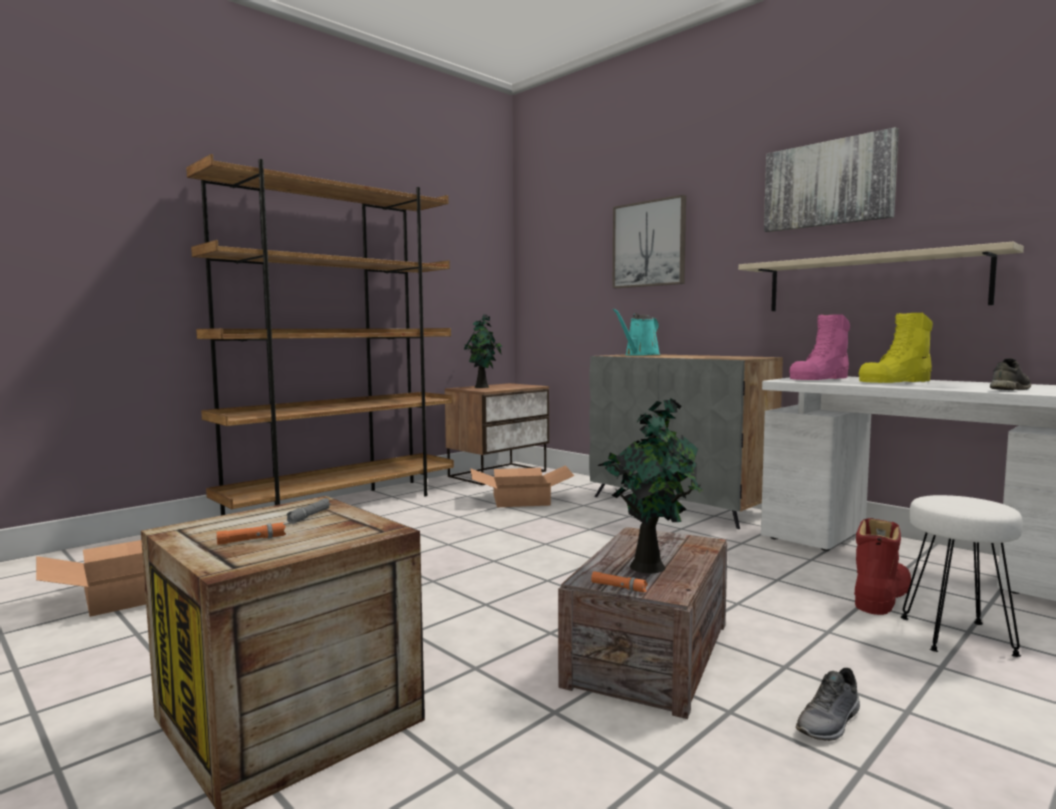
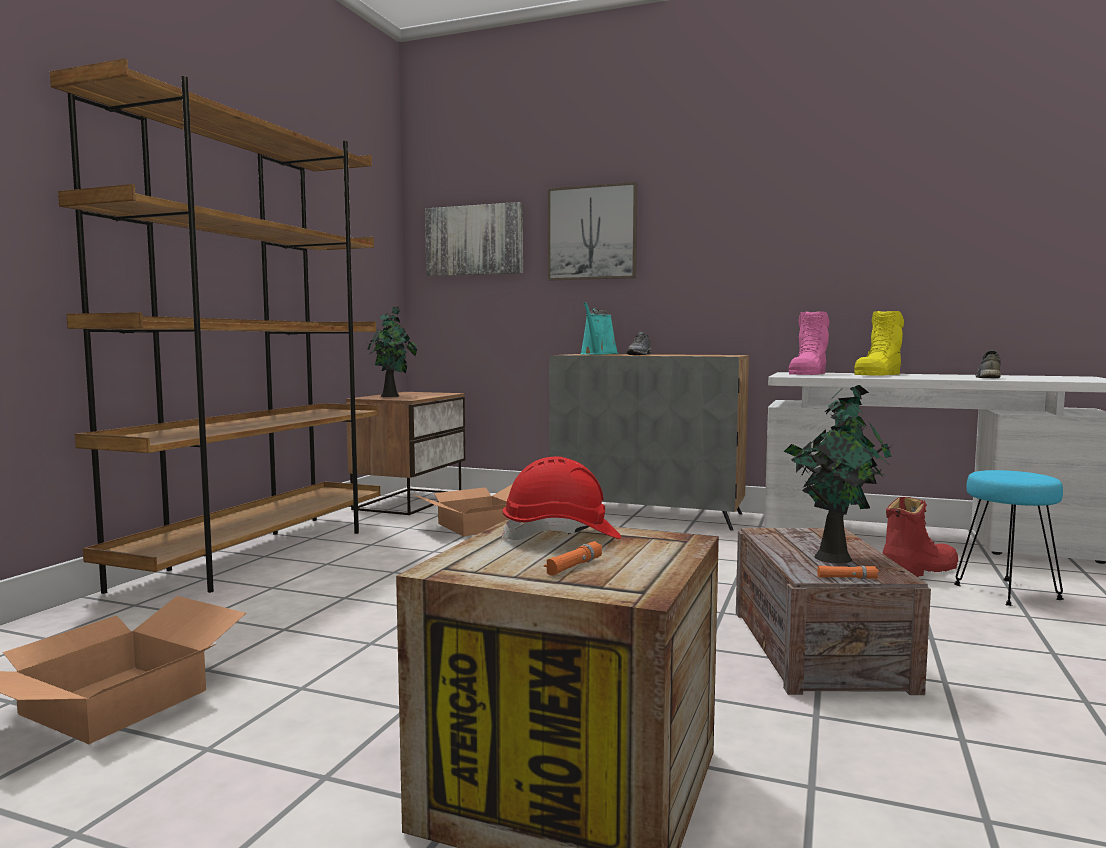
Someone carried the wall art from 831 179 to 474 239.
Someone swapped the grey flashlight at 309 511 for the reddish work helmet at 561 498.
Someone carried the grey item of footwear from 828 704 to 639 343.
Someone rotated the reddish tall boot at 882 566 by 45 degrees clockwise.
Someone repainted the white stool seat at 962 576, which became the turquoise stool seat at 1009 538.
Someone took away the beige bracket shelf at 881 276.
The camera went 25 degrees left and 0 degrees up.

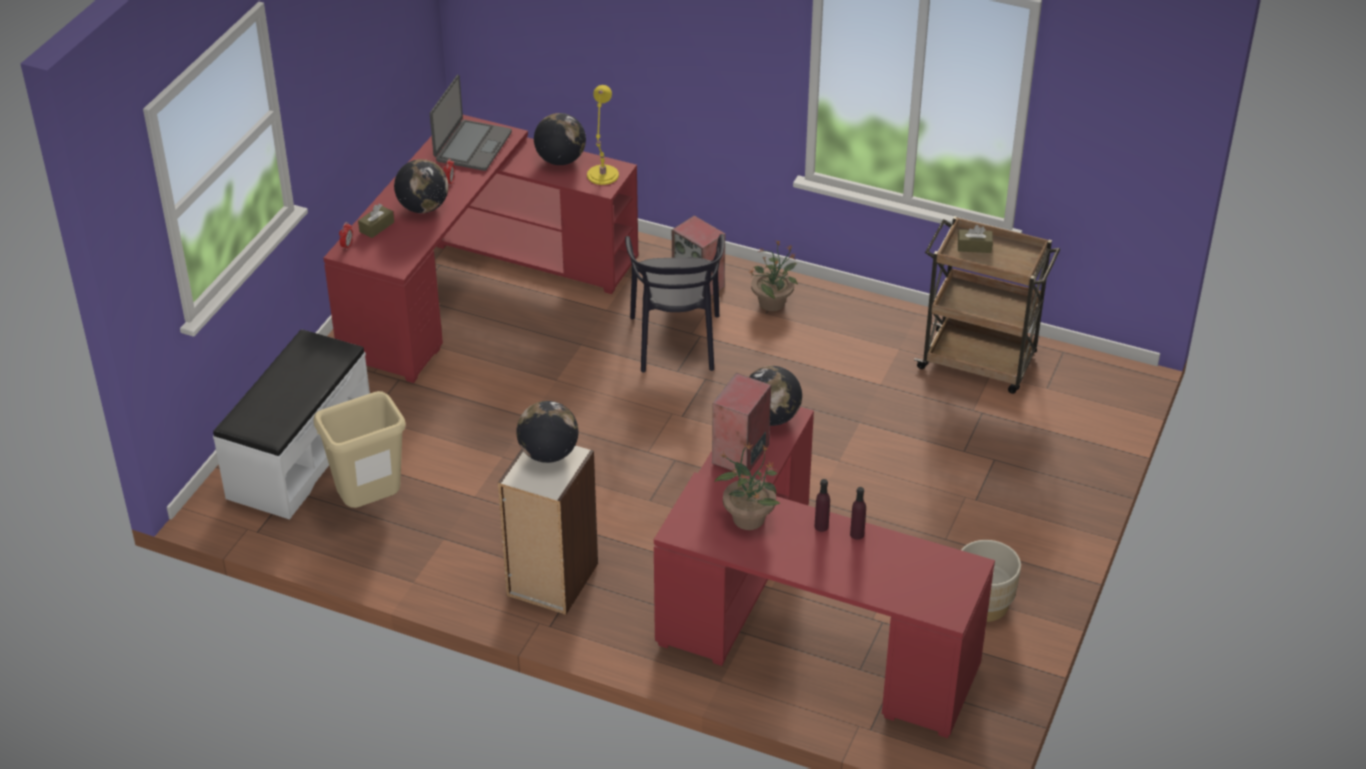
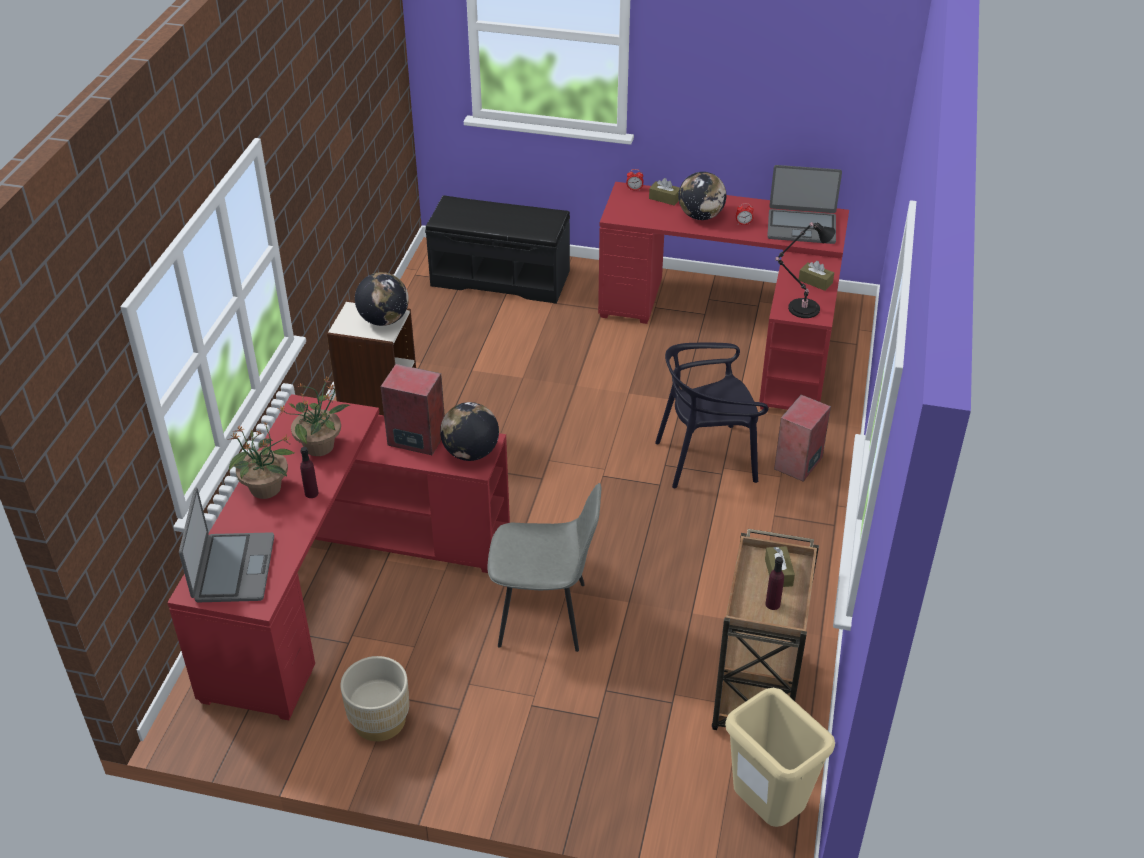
Someone put down the portable computer at 226 545.
Someone carried the houseplant from 773 275 to 260 460.
Someone repainted the white long seat at 291 424, which became the black-coloured long seat at 497 249.
Someone put down the grey chair at 544 567.
Someone carried the beige trash can from 360 449 to 780 757.
Someone carried the purple bottle from 858 513 to 775 583.
Someone repainted the yellow lamp for a table at 603 135, which became the black-coloured lamp for a table at 805 270.
Someone swapped the world globe at 560 139 for the brown tissue box at 816 276.
The camera went 80 degrees right and 0 degrees up.

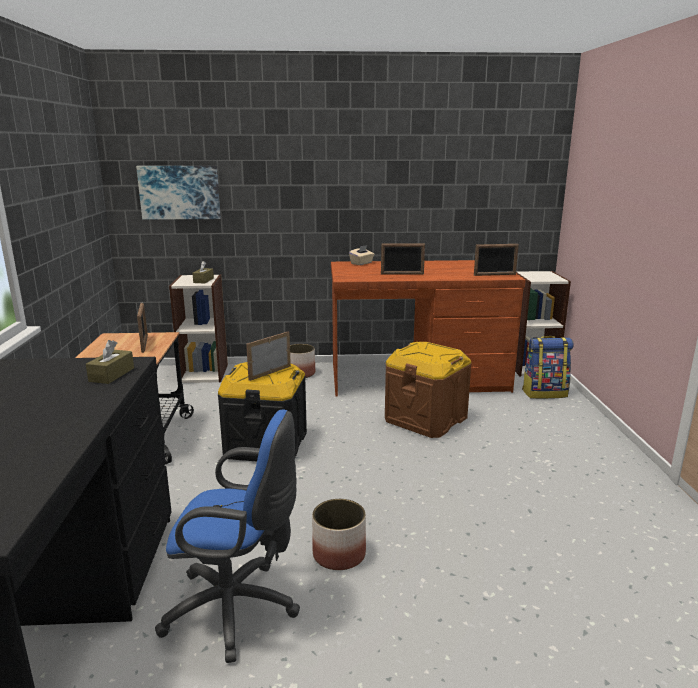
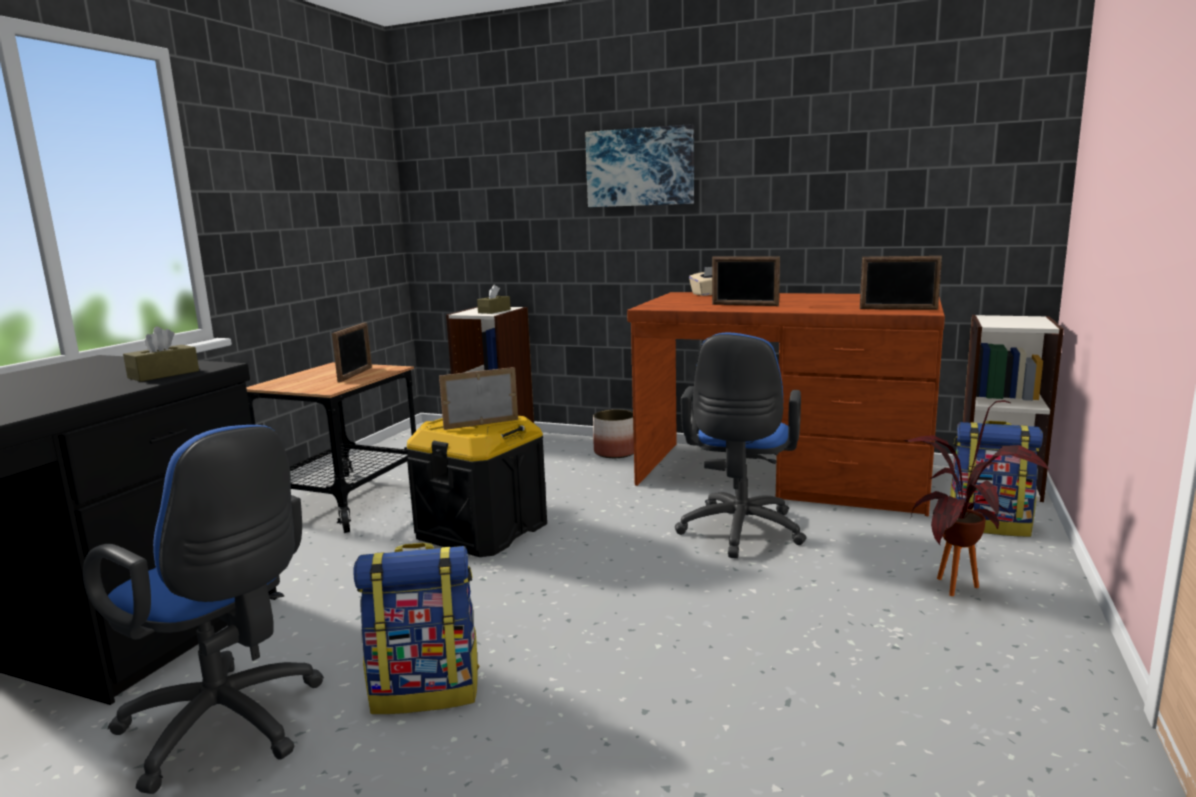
Someone swapped the planter at 339 534 for the rucksack at 416 628.
Someone carried the wall art from 178 193 to 639 165.
Someone swapped the brown storage box at 428 390 for the blue-coloured office chair at 741 445.
Someone put down the houseplant at 976 498.
The camera went 25 degrees right and 5 degrees down.

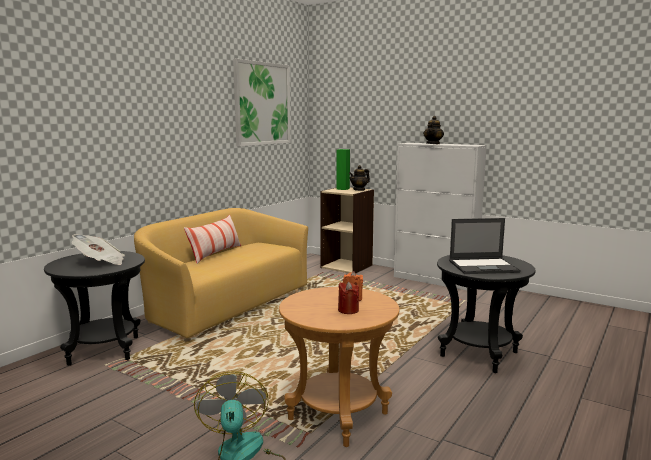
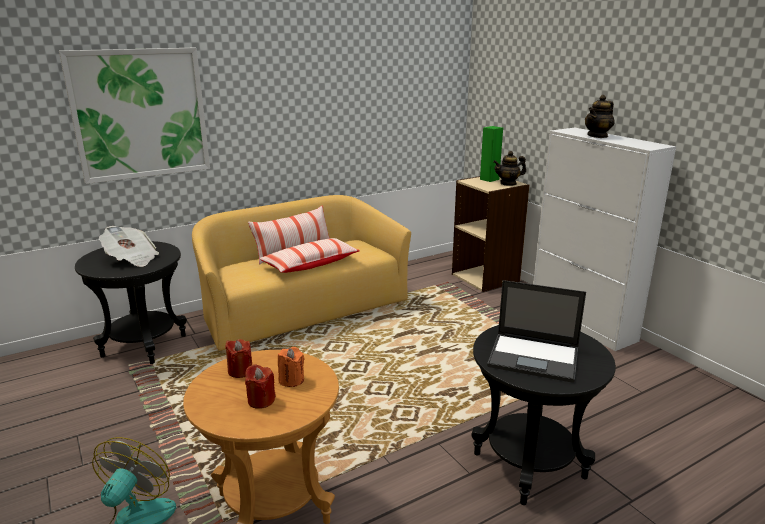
Someone carried the wall art from 262 102 to 134 116.
Someone put down the reddish wax light at 238 358.
Someone put down the throw pillow at 309 255.
The camera went 25 degrees right and 10 degrees up.

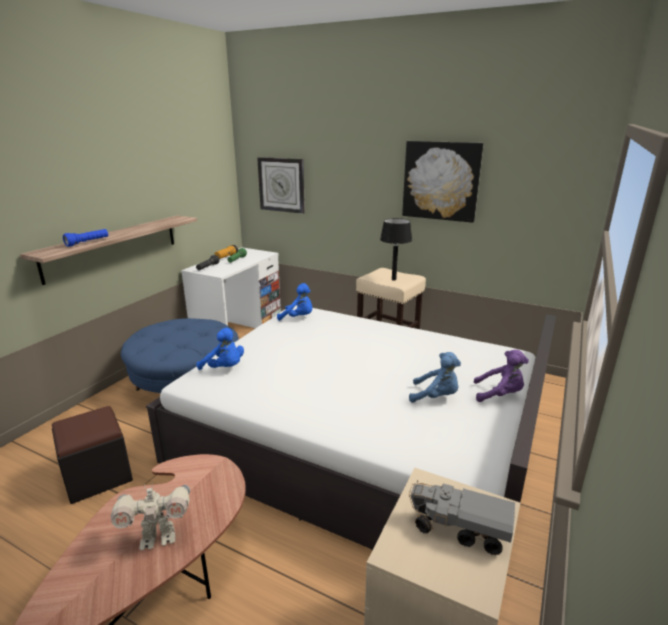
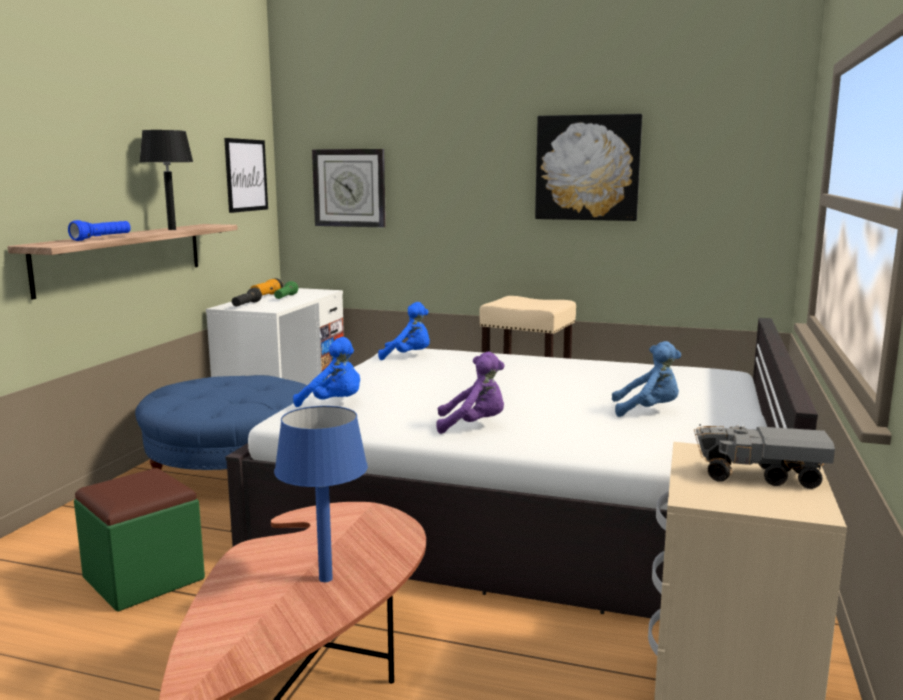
Someone repainted the black-coloured footrest at 92 455, which became the greenish footrest at 139 540.
Someone carried the black-coloured lamp for a table from 396 249 to 166 180.
Someone put up the wall art at 246 175.
Someone swapped the toy robot at 150 517 for the blue-coloured lamp for a table at 321 494.
Someone carried the purple cuddly toy from 501 376 to 470 393.
The camera went 10 degrees left and 10 degrees down.

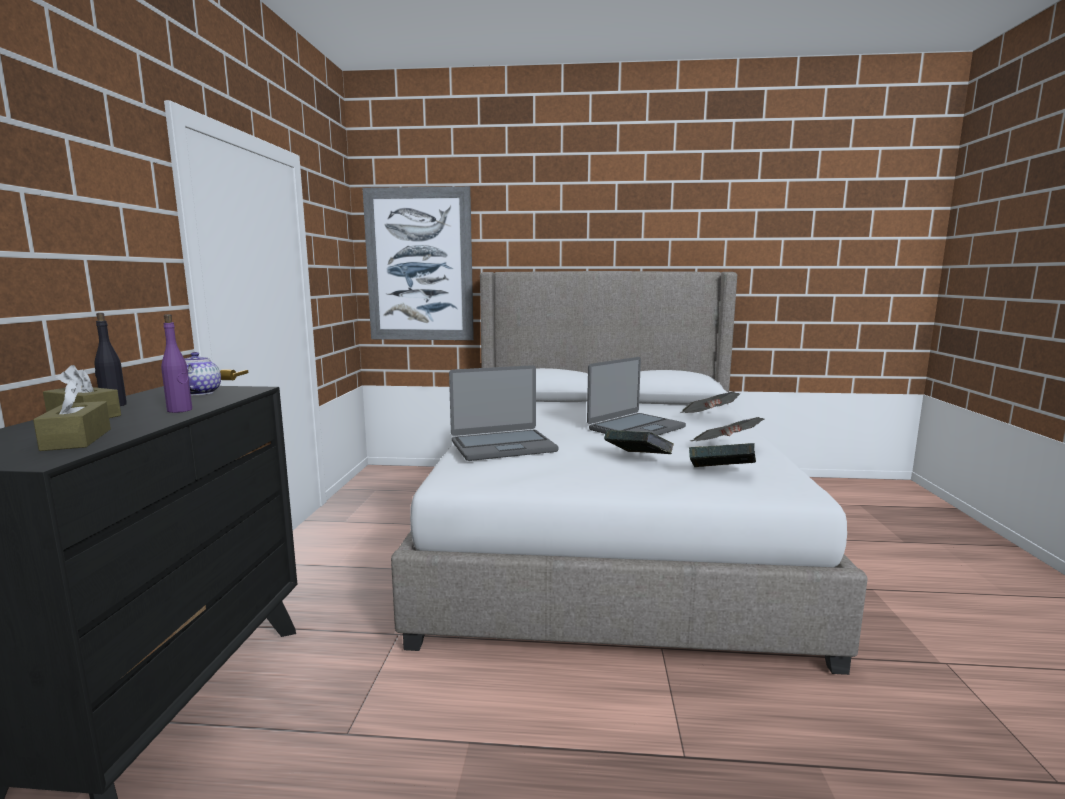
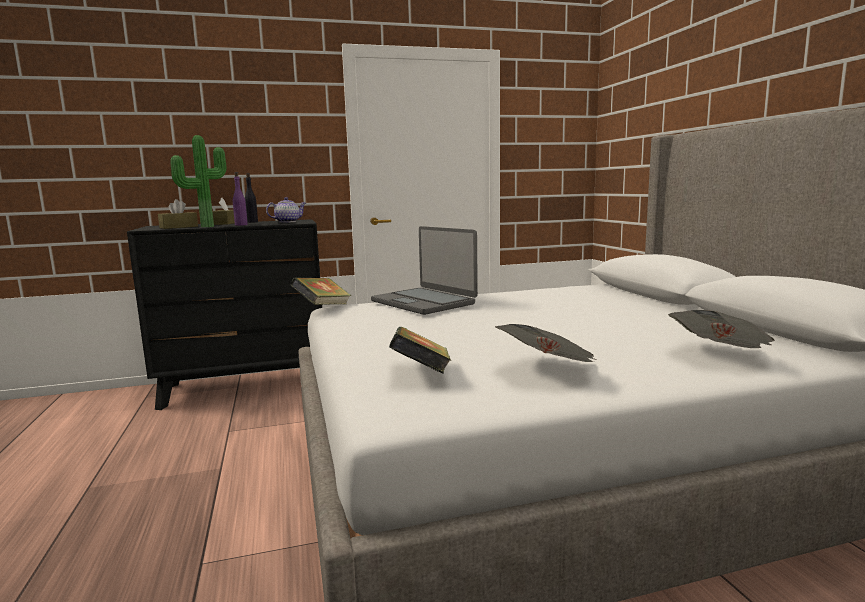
Someone put down the houseplant at 198 181.
Someone carried the volume from 639 442 to 320 291.
Someone took away the wall art at 418 263.
Someone took away the portable computer at 636 396.
The camera went 70 degrees right and 0 degrees up.

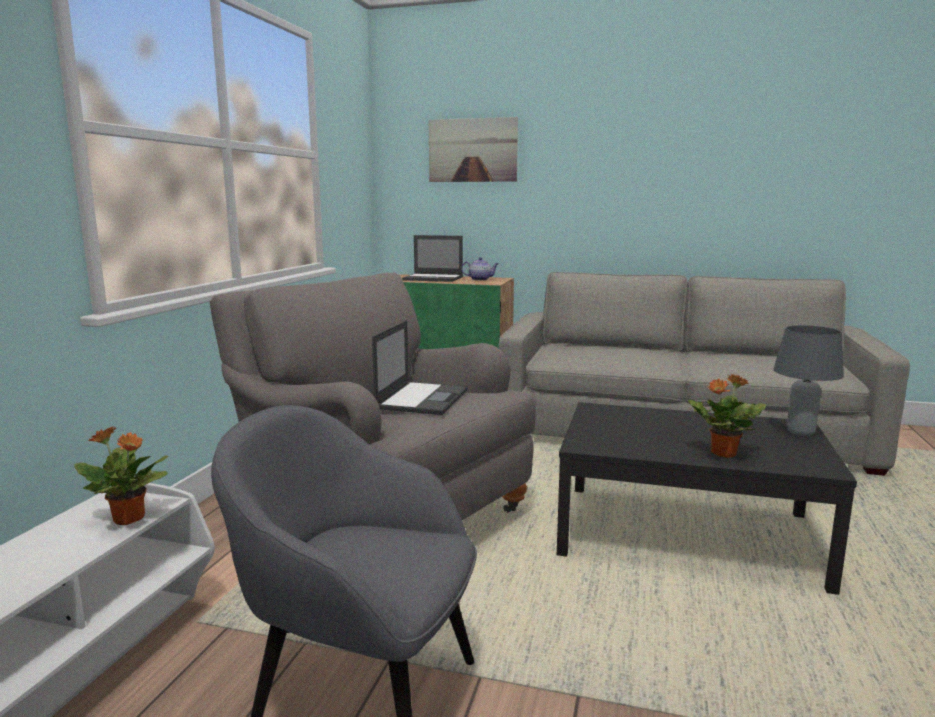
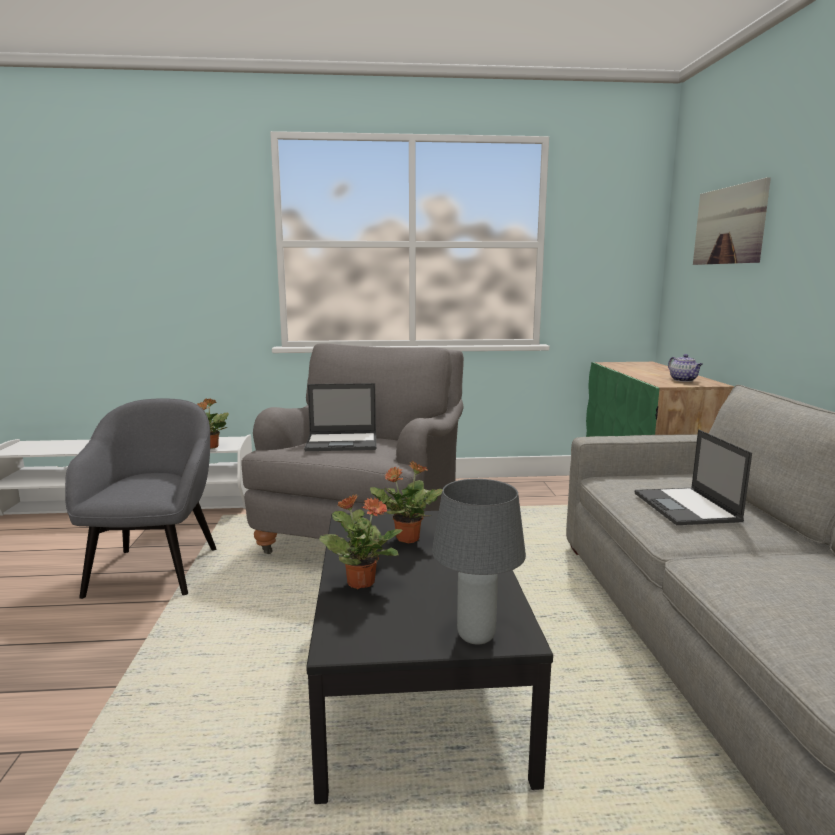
Someone put down the houseplant at 406 501.
Someone carried the portable computer from 432 258 to 693 477.
The camera went 70 degrees right and 0 degrees up.

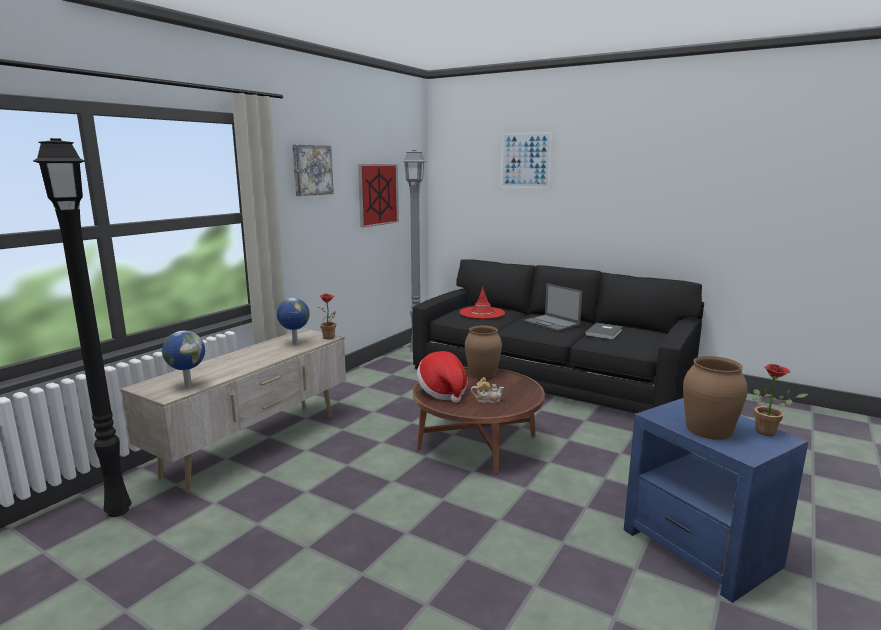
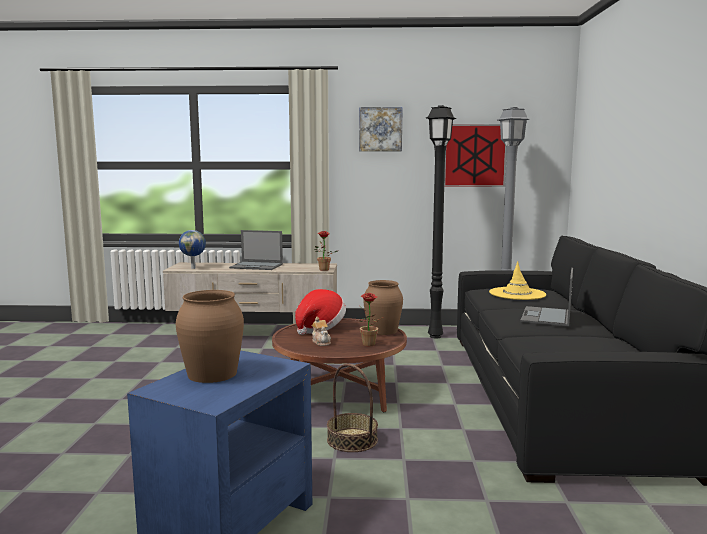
Someone put down the portable computer at 256 250.
Someone put down the storage basket at 352 408.
Someone carried the houseplant from 780 400 to 372 319.
Someone carried the black-coloured floor lamp from 82 327 to 441 222.
Someone repainted the reddish hat at 482 303, which became the yellow hat at 517 280.
Someone took away the world globe at 293 321.
Someone took away the wall art at 526 160.
Someone took away the grey volume at 604 331.
The camera went 60 degrees right and 5 degrees down.

